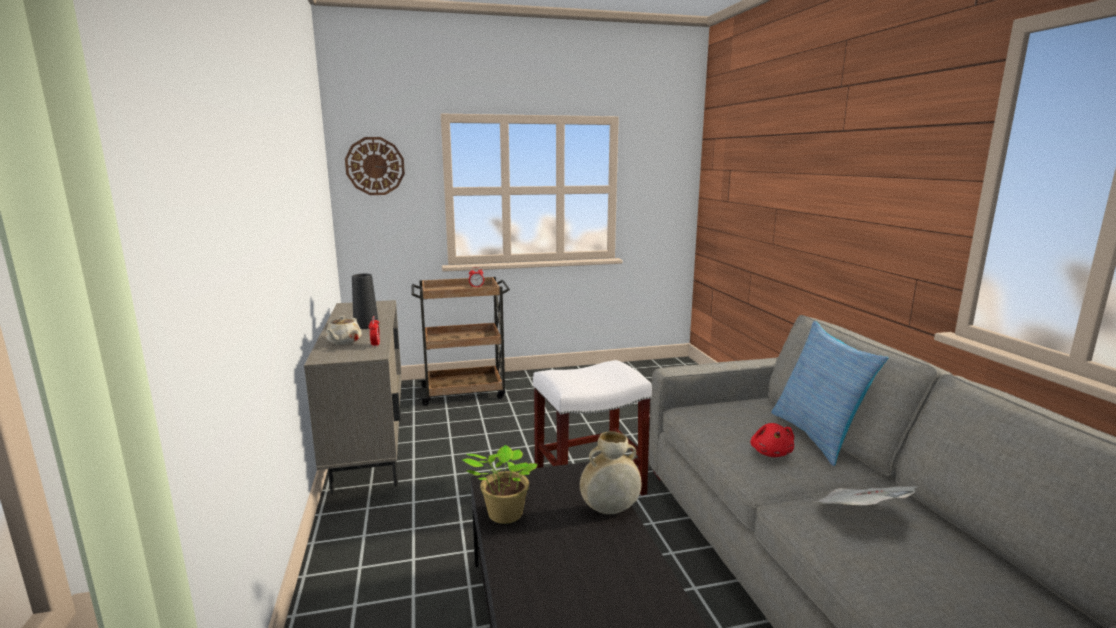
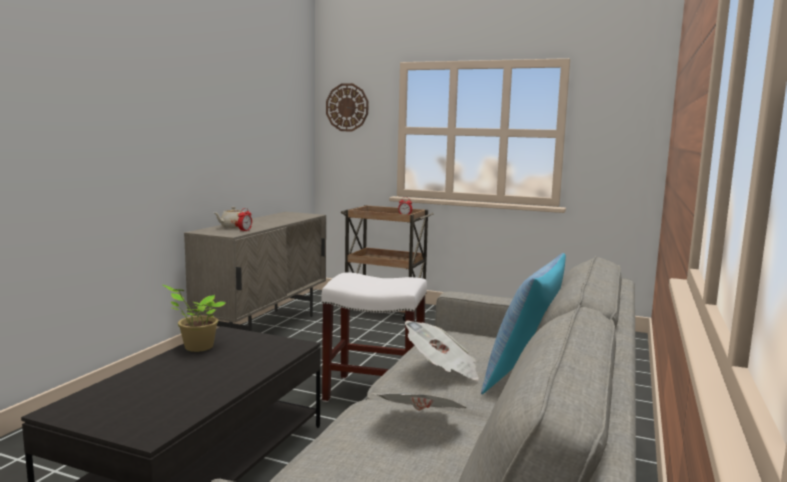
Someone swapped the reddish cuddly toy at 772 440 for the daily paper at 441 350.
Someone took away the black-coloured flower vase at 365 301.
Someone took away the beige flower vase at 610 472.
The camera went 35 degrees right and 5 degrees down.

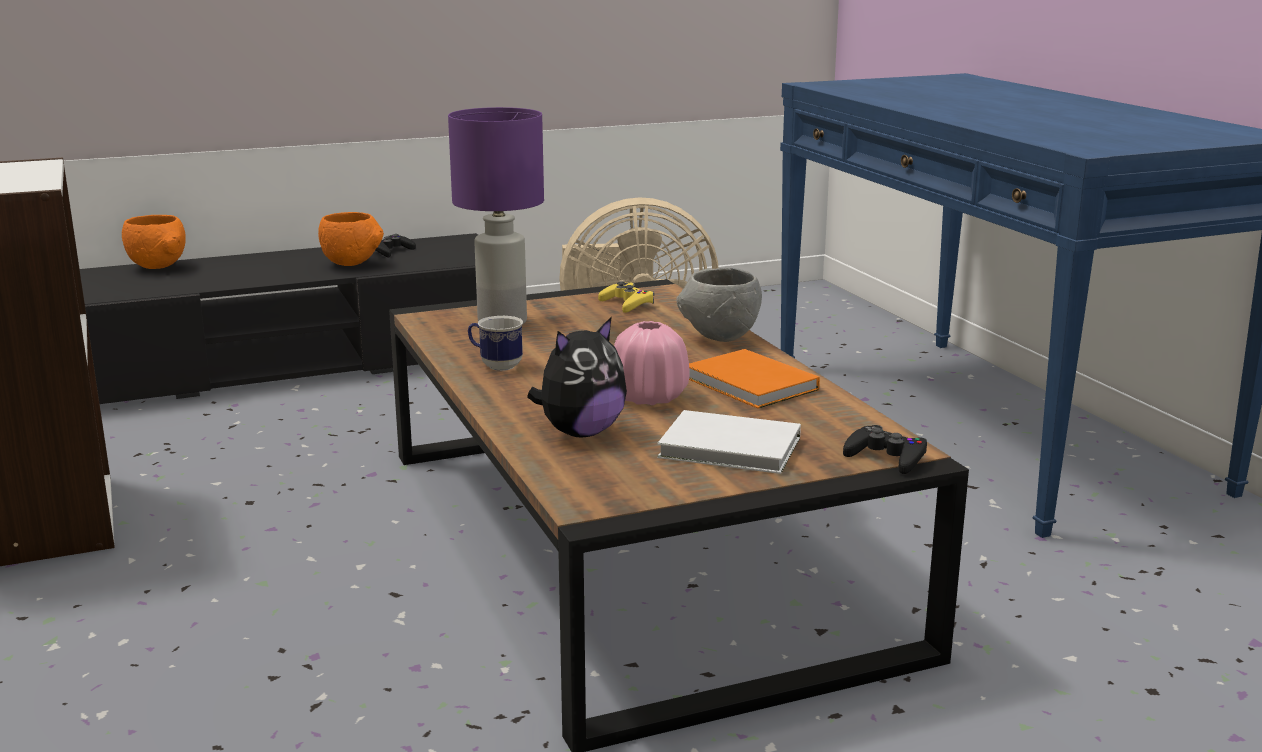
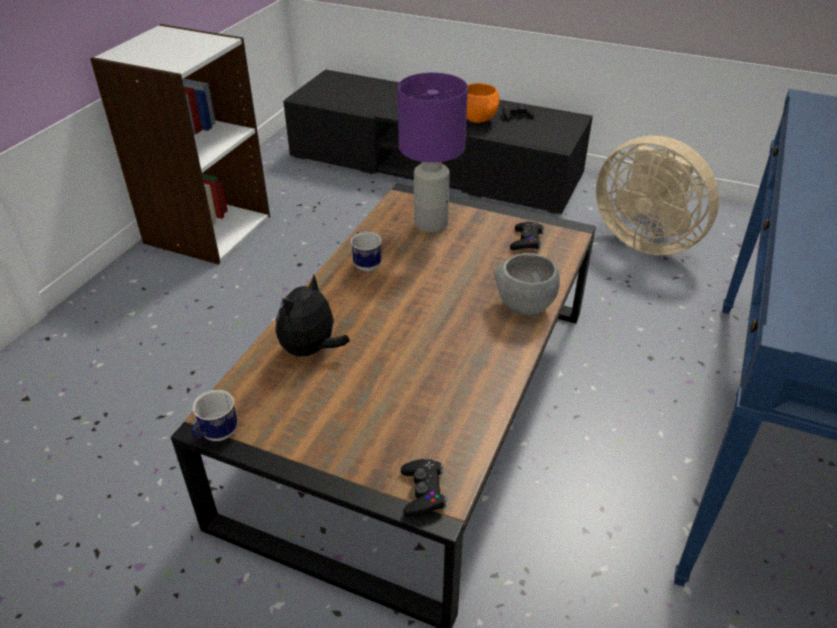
Someone put down the coffee mug at 214 415.
Someone rotated the cuddly toy at 577 377 by 120 degrees clockwise.
Someone repainted the yellow joypad at 626 297, which became the black-coloured joypad at 527 236.
Someone took away the orangey deep dish at 154 242.
Someone took away the pink flower vase at 652 363.
Someone took away the white volume at 729 442.
Someone took away the orangey volume at 754 379.
The camera went 45 degrees right and 20 degrees up.

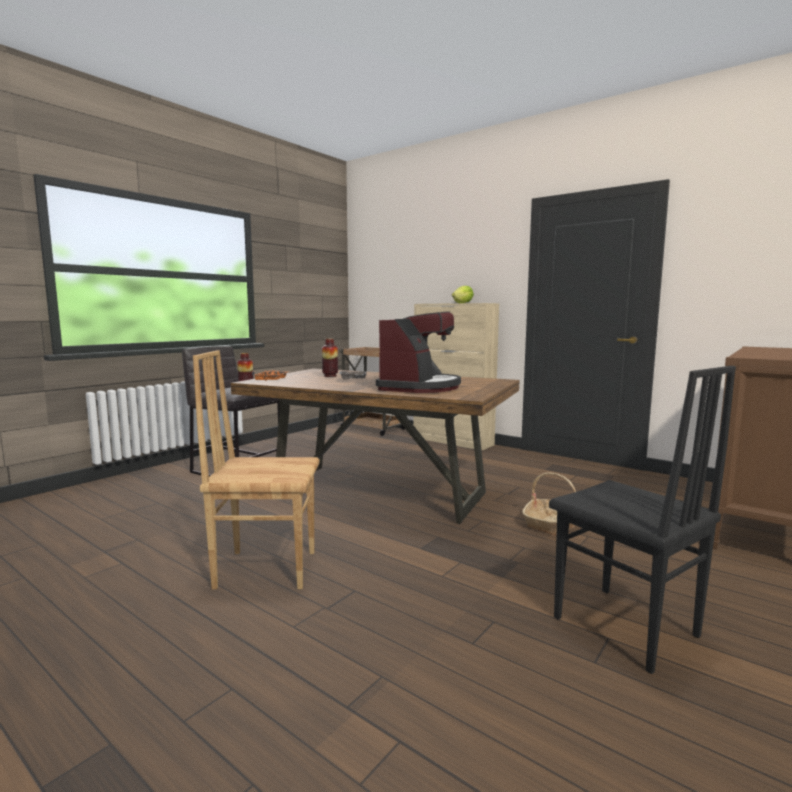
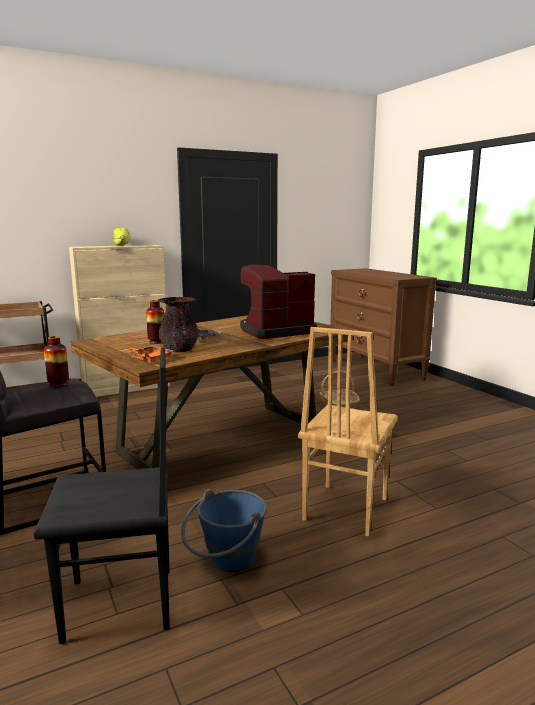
Someone carried the black-coloured chair from 642 520 to 101 495.
Someone put down the black-coloured flower vase at 178 324.
Someone put down the blue-coloured pail at 224 530.
Someone rotated the coffee brewer at 418 352 by 75 degrees counterclockwise.
The camera went 65 degrees left and 5 degrees up.

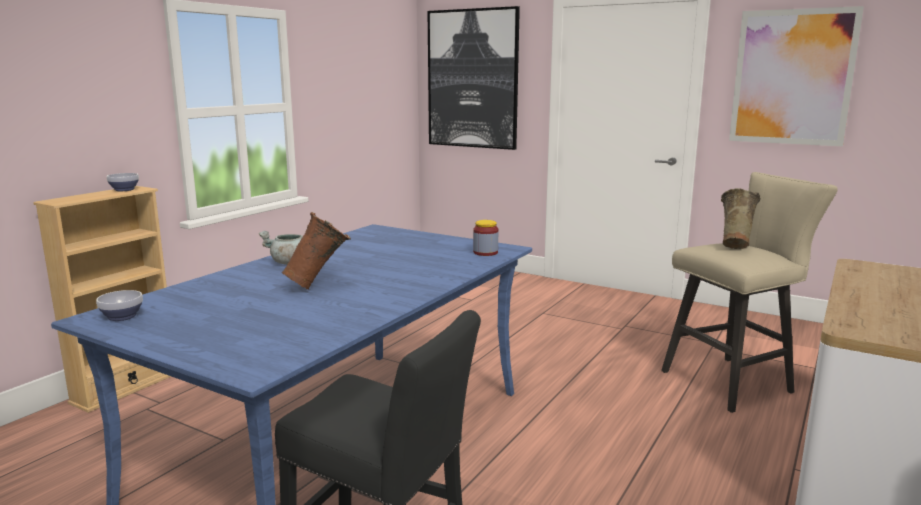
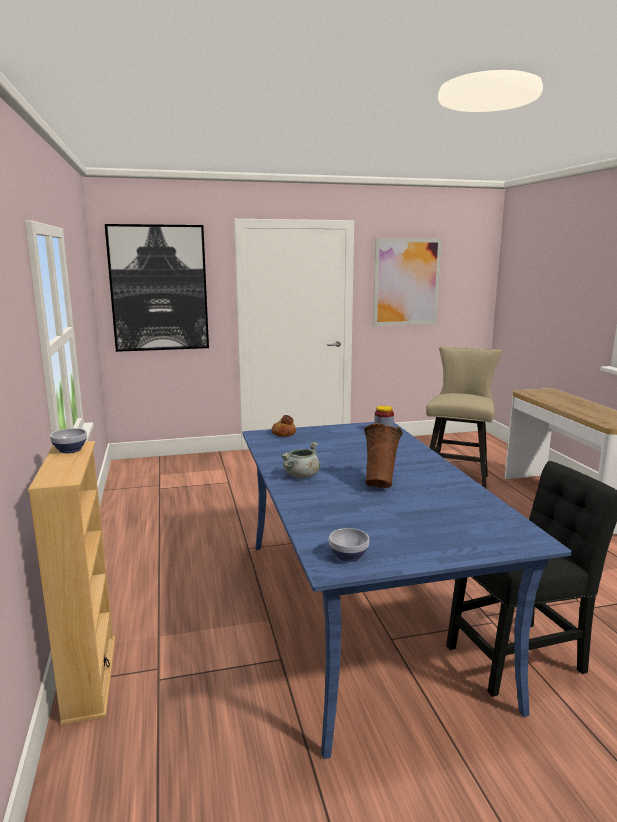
Someone put down the bakery bread at 284 426.
Someone took away the beige flower vase at 740 218.
The camera went 45 degrees left and 0 degrees up.

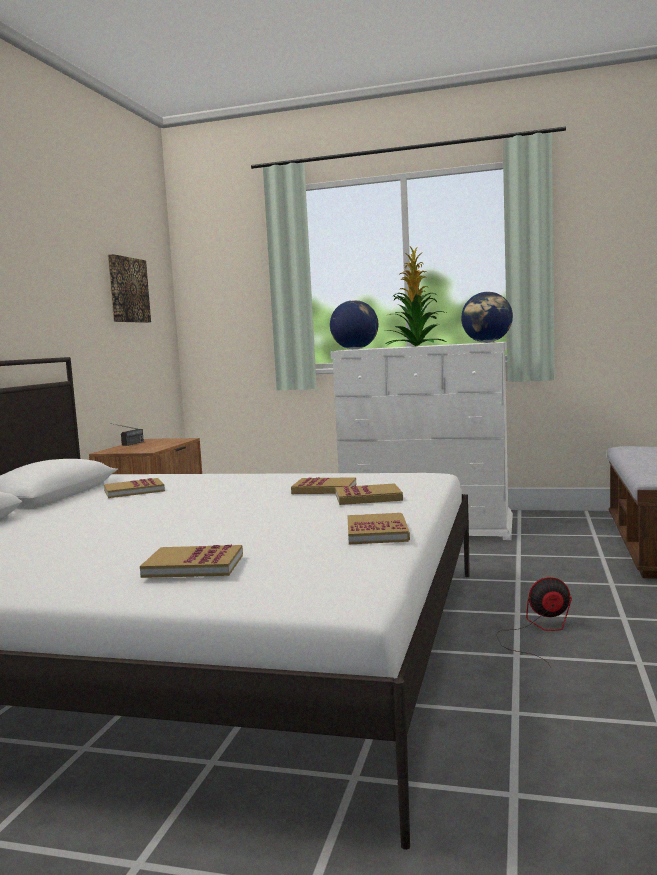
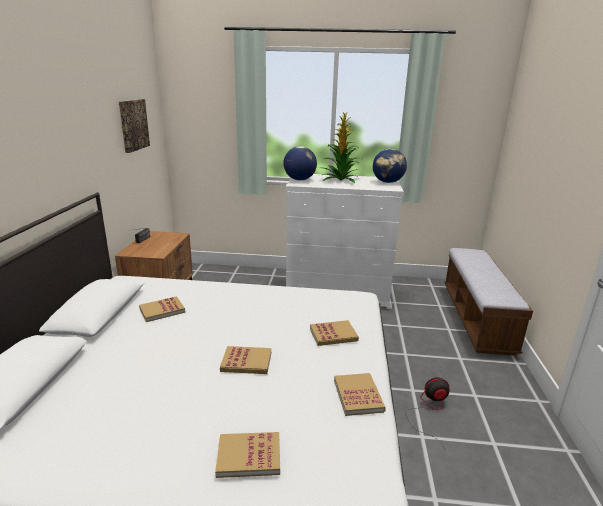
Someone carried the volume from 323 485 to 245 360.
The camera went 10 degrees left and 15 degrees up.

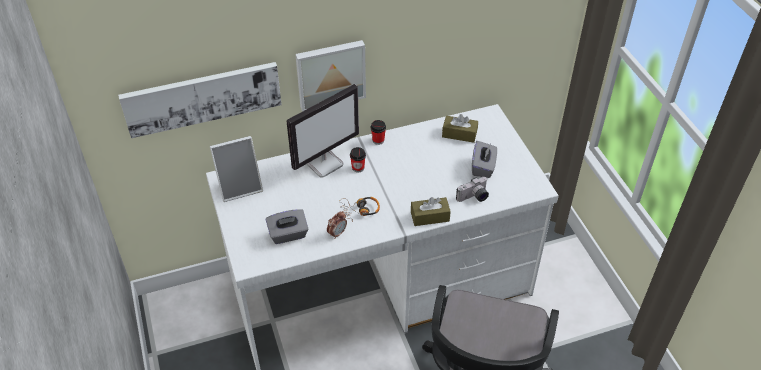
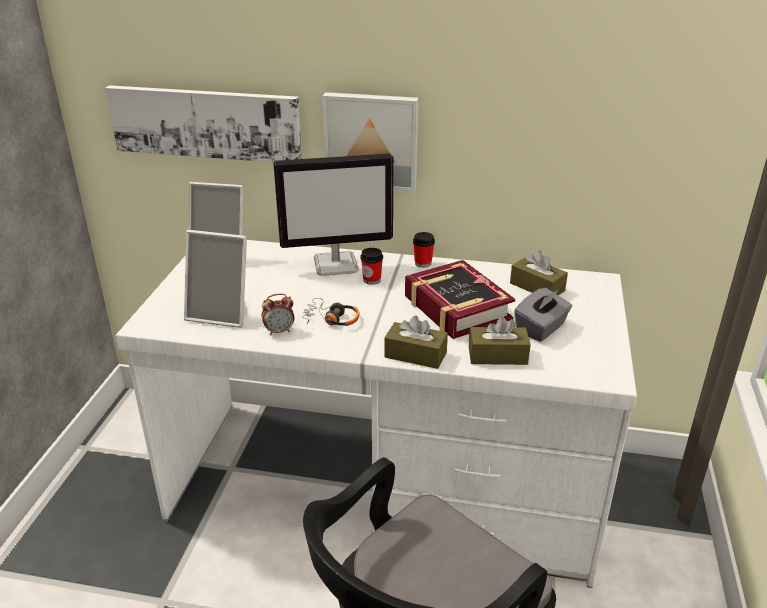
Someone swapped the grey tissue box at 287 226 for the standing frame at 215 279.
Someone put down the volume at 460 299.
Someone swapped the photo camera at 472 189 for the brown tissue box at 499 340.
The camera went 30 degrees right and 15 degrees down.

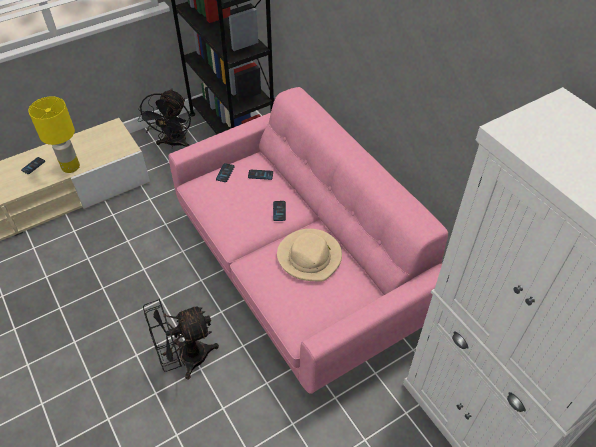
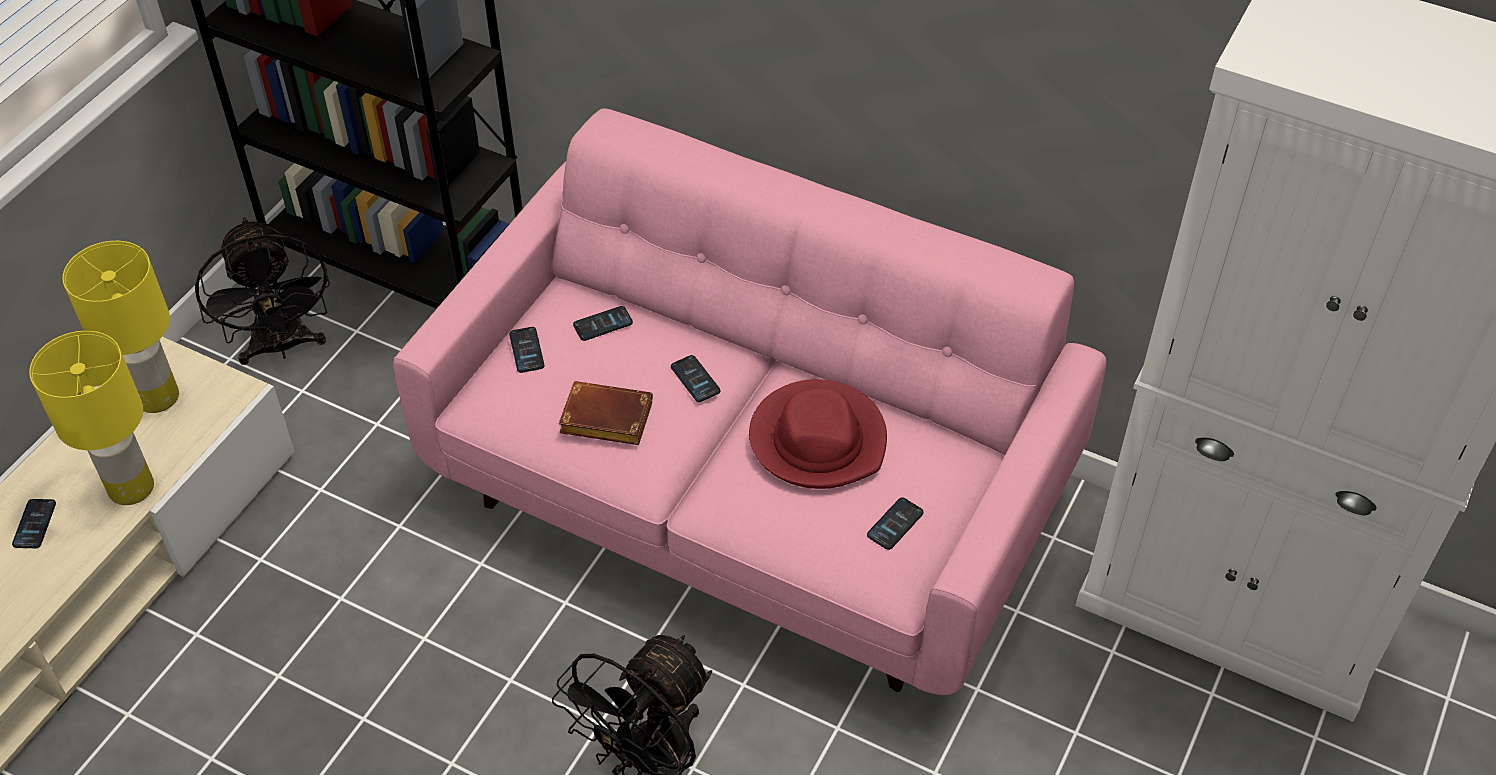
Someone put down the yellow lamp for a table at 120 327.
Someone put down the brown volume at 606 413.
Someone repainted the beige hat at 309 255, which became the reddish hat at 818 434.
Someone put down the phone at 895 523.
The camera went 30 degrees left and 0 degrees up.

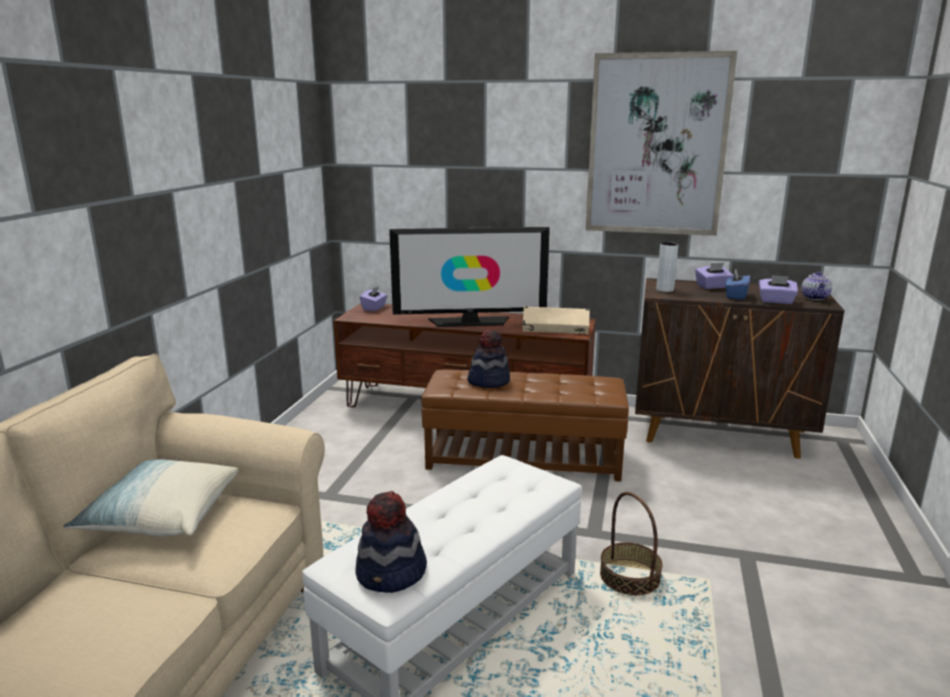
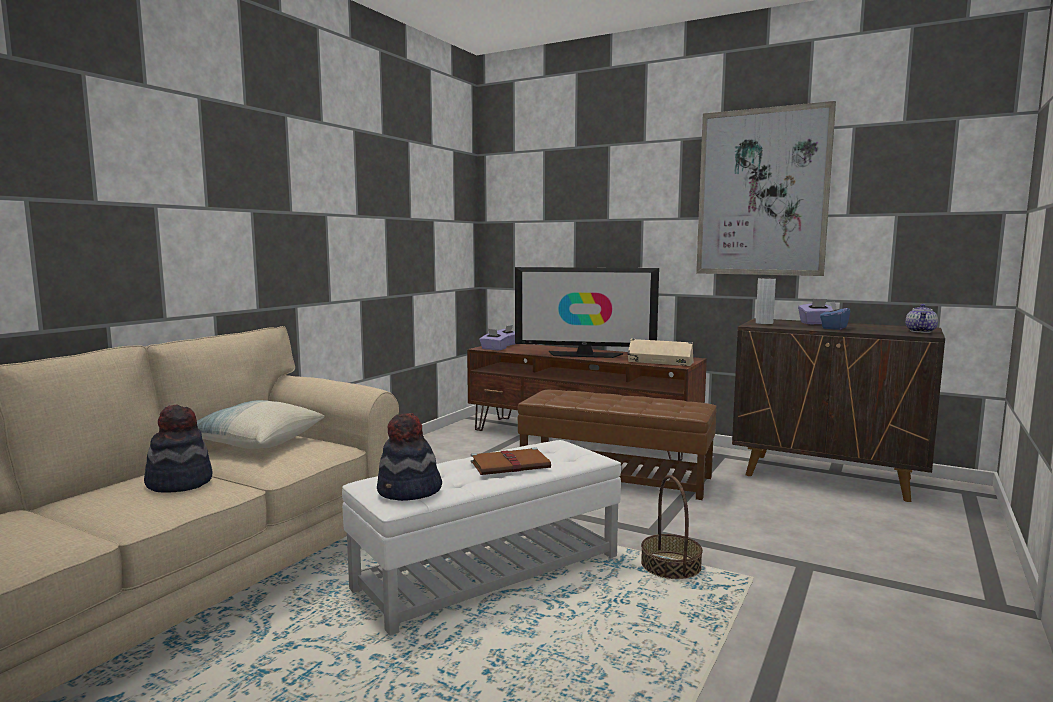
Someone carried the hat from 488 358 to 178 448.
Someone put down the brown volume at 511 461.
Someone carried the purple tissue box from 778 289 to 494 339.
The camera went 15 degrees right and 10 degrees down.

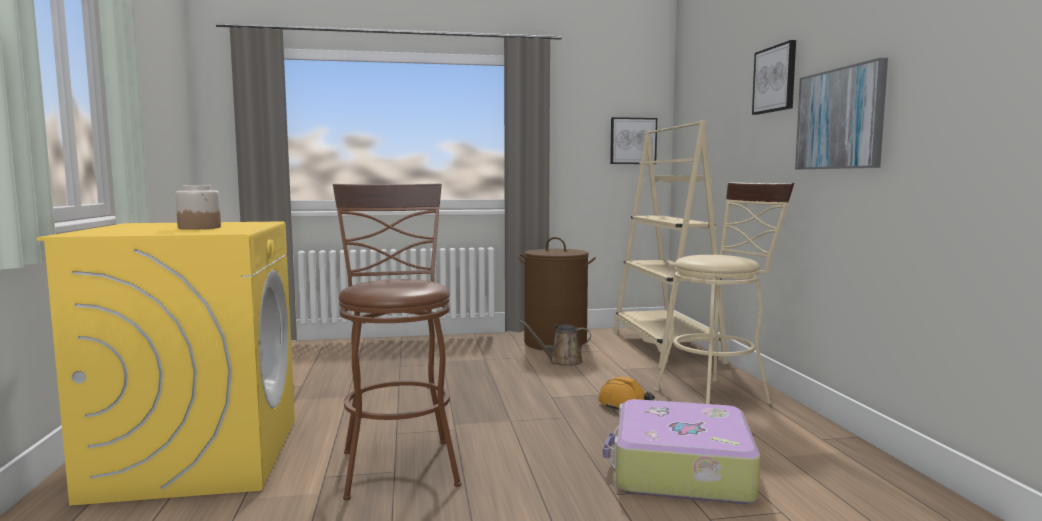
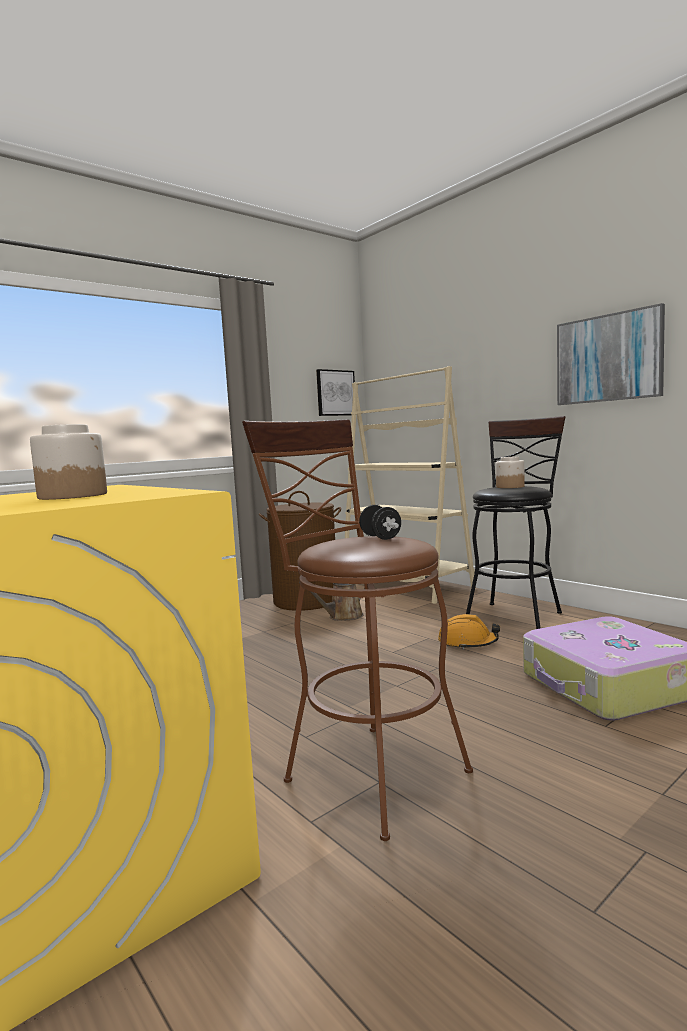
Someone put down the black-coloured free weight at 380 522.
Someone repainted the beige stool seat at 724 293, which became the black-coloured stool seat at 516 522.
Someone put down the jar at 510 472.
Someone took away the wall art at 774 77.
The camera went 30 degrees left and 0 degrees up.

